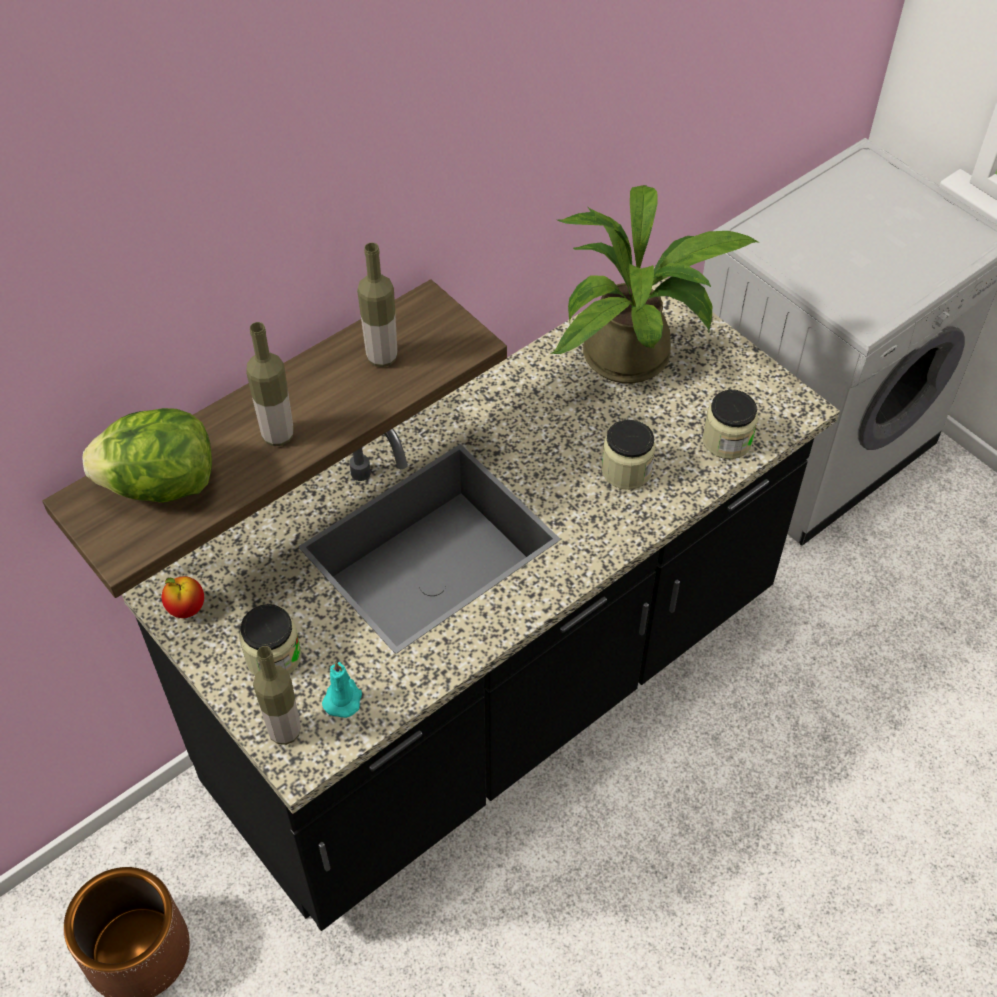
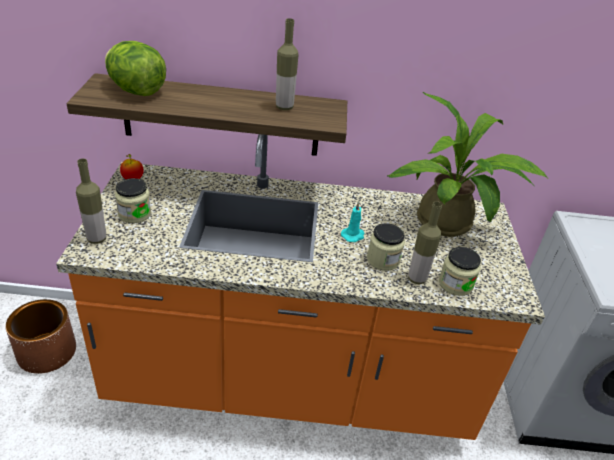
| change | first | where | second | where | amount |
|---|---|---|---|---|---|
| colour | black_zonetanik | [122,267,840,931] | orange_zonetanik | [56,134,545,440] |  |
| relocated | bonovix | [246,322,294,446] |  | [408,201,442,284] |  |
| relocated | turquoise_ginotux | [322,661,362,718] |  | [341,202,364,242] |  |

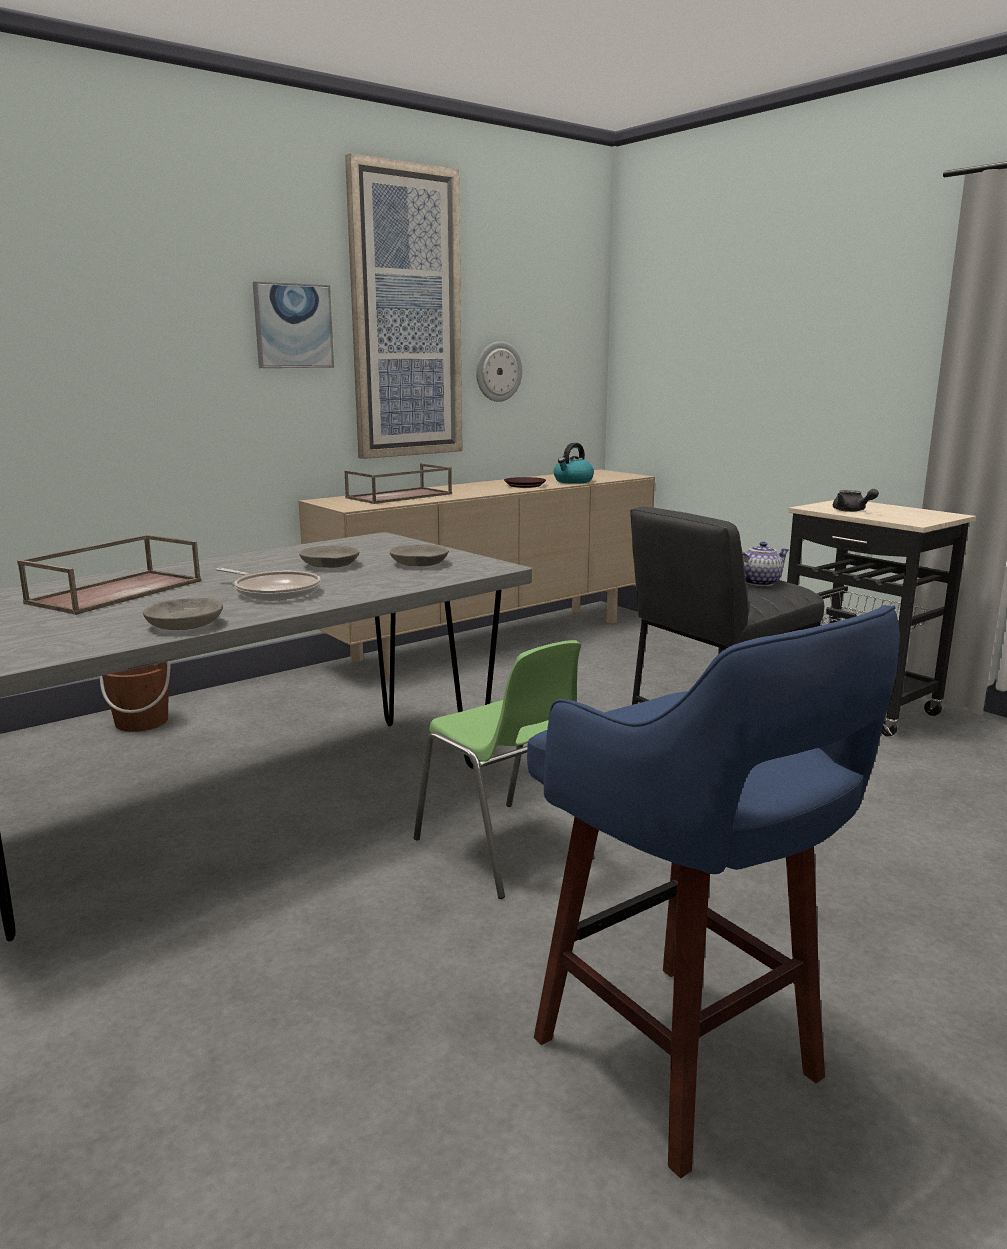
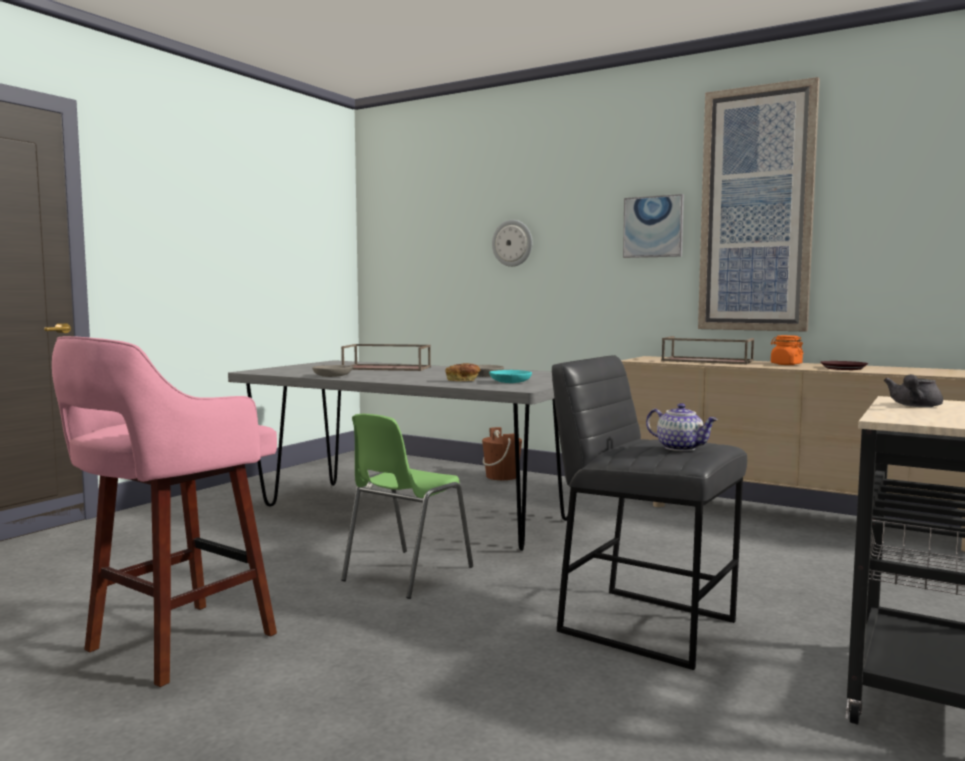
| change | first | where | second | where | amount |
|---|---|---|---|---|---|
| relocated | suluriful | [476,341,522,402] |  | [492,220,532,267] |  |
| missing | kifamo | [554,443,594,484] |  |  |  |
| colour | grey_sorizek | [390,544,449,566] | turquoise_sorizek | [489,370,532,383] |  |
| missing | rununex | [216,568,321,600] |  |  |  |
| colour | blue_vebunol | [527,605,900,1178] | pink_vebunol | [52,336,277,687] |  |
| appeared |  |  | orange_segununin | [771,335,803,365] |  |
| appeared |  |  | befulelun | [445,363,480,381] |  |

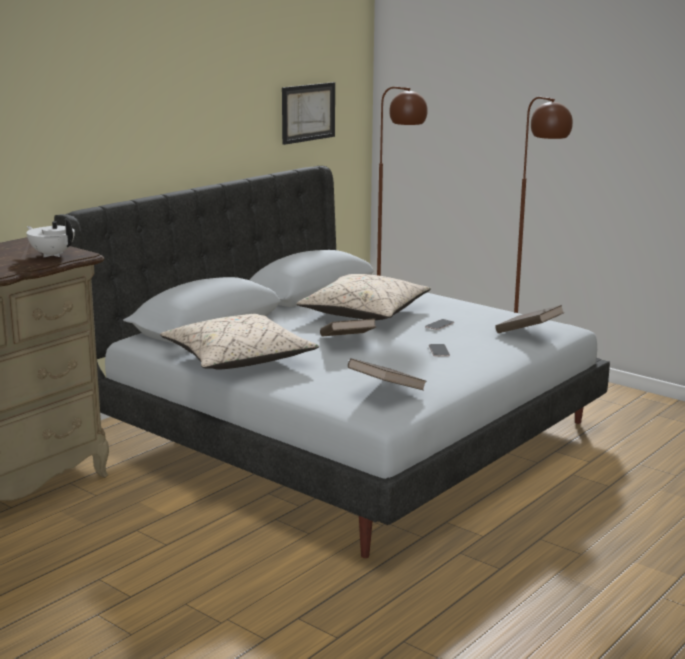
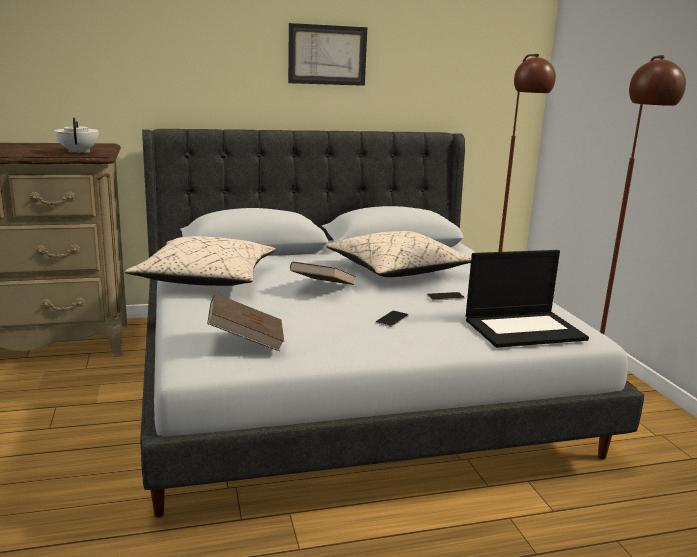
| change | first | where | second | where | amount |
|---|---|---|---|---|---|
| relocated | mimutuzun | [282,82,335,145] |  | [288,23,367,86] |  |
| exchanged | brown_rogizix | [496,305,563,333] | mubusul | [466,250,589,348] |  |

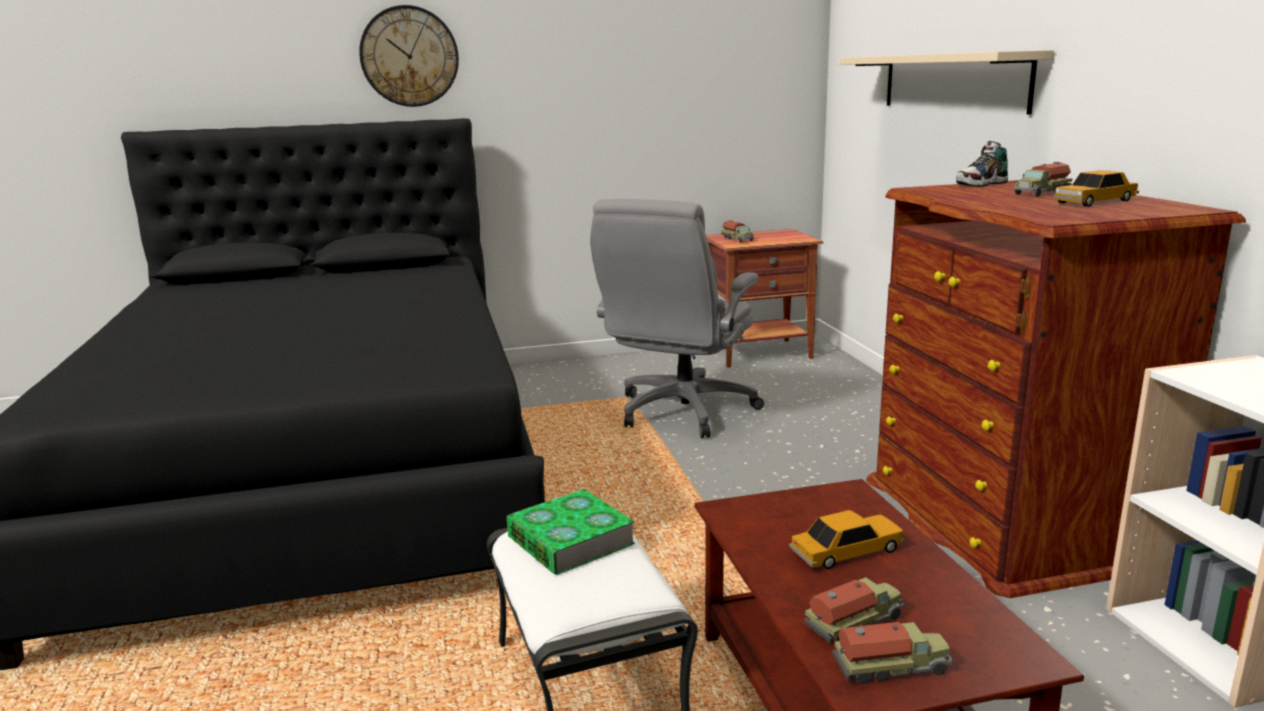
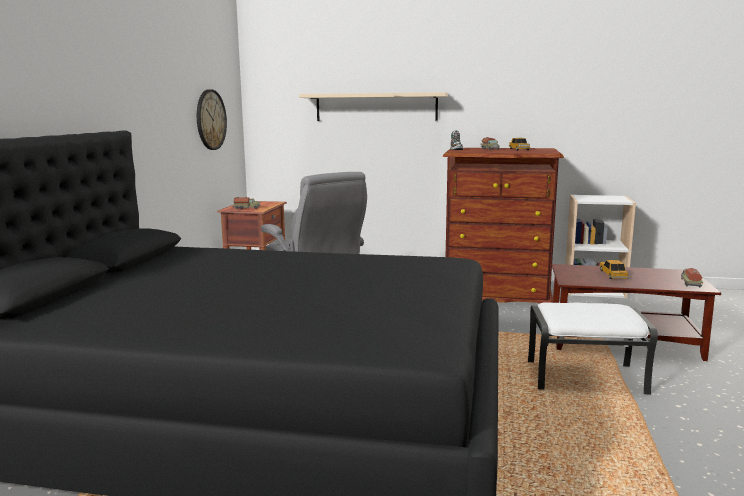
| change | first | where | second | where | amount |
|---|---|---|---|---|---|
| relocated | suluriful | [359,5,459,107] |  | [197,89,227,150] |  |
| missing | rogizix | [507,489,635,575] |  |  |  |
| missing | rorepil | [804,577,904,643] |  |  |  |

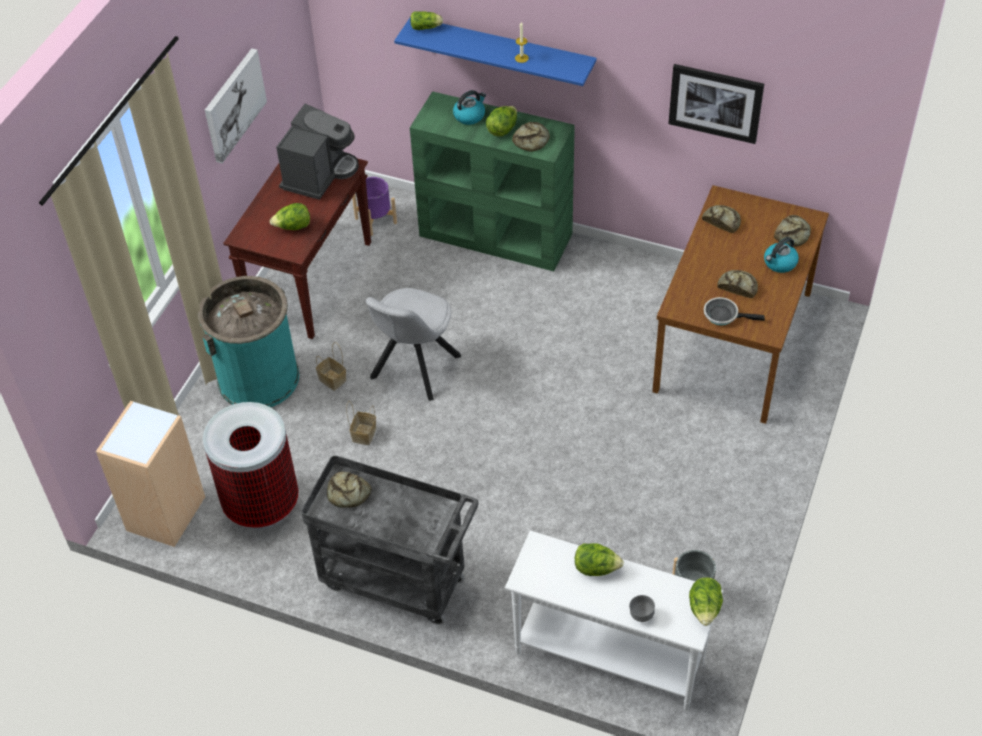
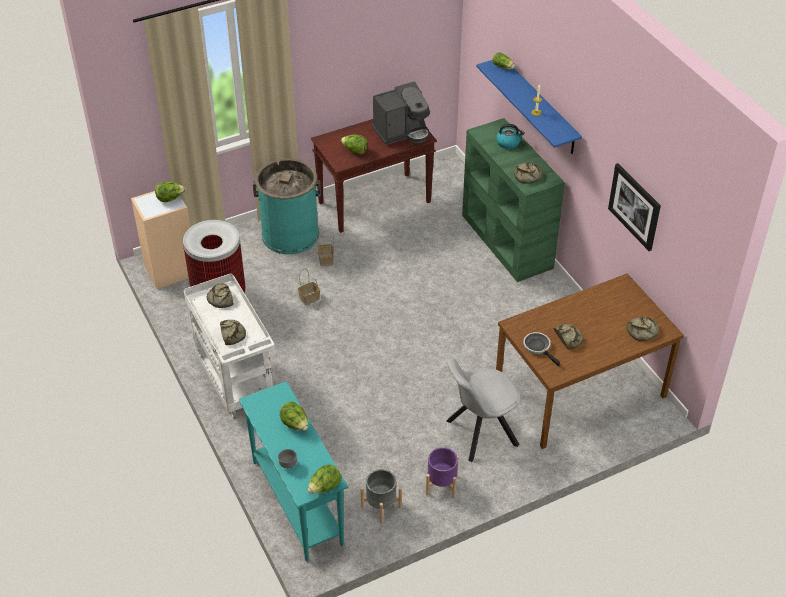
| change | first | where | second | where | amount |
|---|---|---|---|---|---|
| missing | mimutuzun | [205,48,267,163] |  |  |  |
| relocated | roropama | [486,106,517,137] |  | [155,181,186,202] |  |
| relocated | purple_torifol | [352,177,397,236] |  | [426,447,459,498] |  |
| relocated | befulelun | [702,205,741,233] |  | [220,320,246,345] |  |
| missing | kifamo | [764,237,799,273] |  |  |  |
| relocated | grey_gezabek | [366,288,461,401] |  | [447,358,520,462] |  |
| colour | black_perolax | [301,456,478,625] | white_perolax | [184,274,275,419] |  |
| colour | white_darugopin | [505,531,723,710] | turquoise_darugopin | [239,381,348,561] |  |

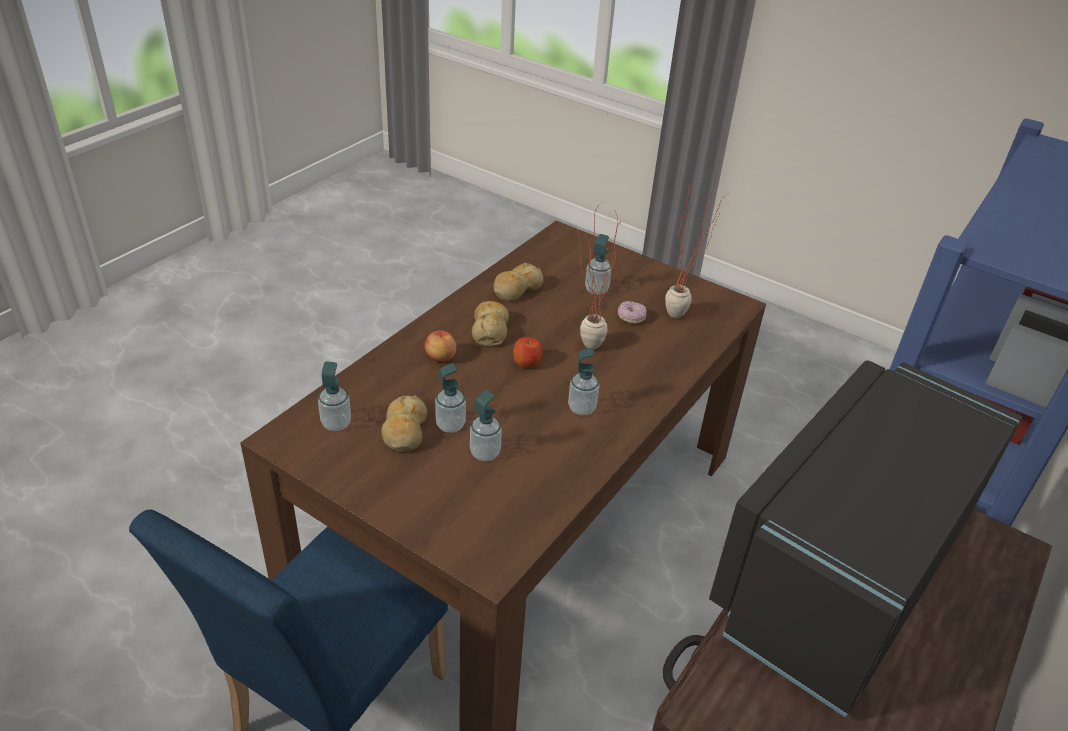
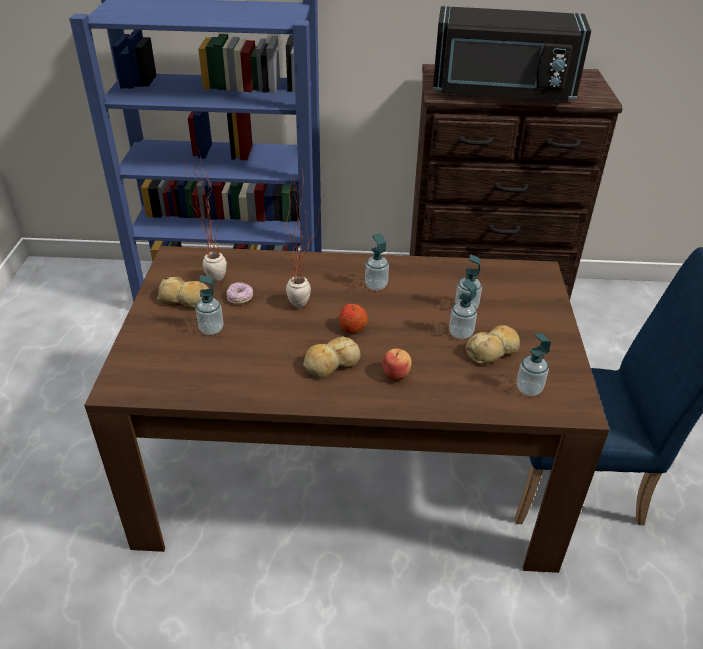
| change | first | where | second | where | amount |
|---|---|---|---|---|---|
| relocated | befulelun | [493,263,544,302] |  | [157,277,209,309] |  |

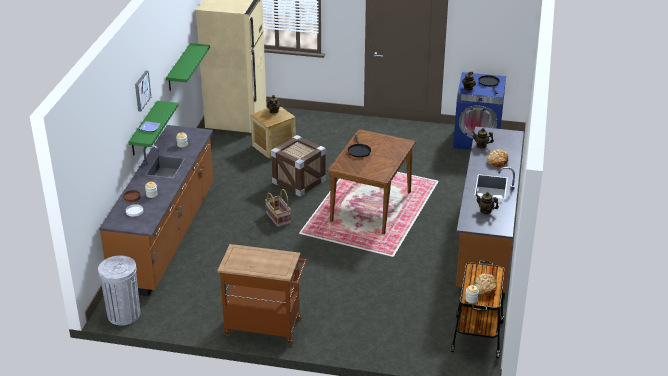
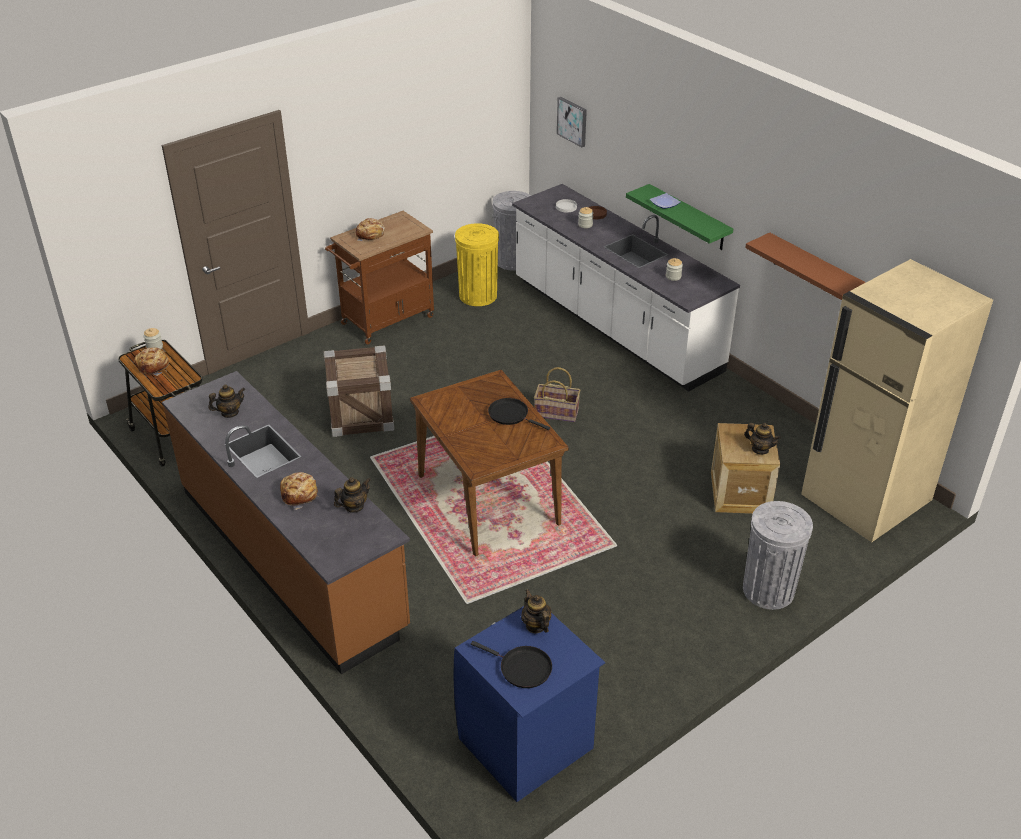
| change | first | where | second | where | amount |
|---|---|---|---|---|---|
| colour | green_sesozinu | [166,43,210,91] | brown_sesozinu | [745,232,866,300] |  |
| relocated | mimutuzun | [135,71,151,111] |  | [557,97,587,147] |  |
| colour | brown_zonetanik | [99,125,213,296] | white_zonetanik | [512,184,740,392] |  |
| relocated | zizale | [271,135,326,197] |  | [324,345,394,437] |  |
| appeared |  |  | befulelun | [356,218,385,241] |  |
| appeared |  |  | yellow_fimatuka | [455,223,499,306] |  |
| appeared |  |  | grey_fimatuka | [743,501,813,610] |  |

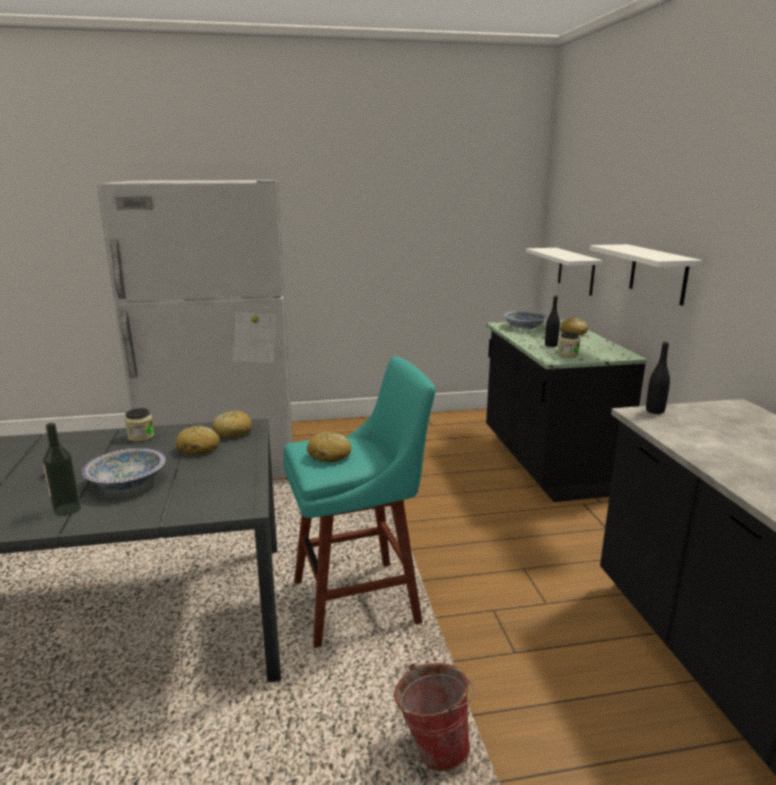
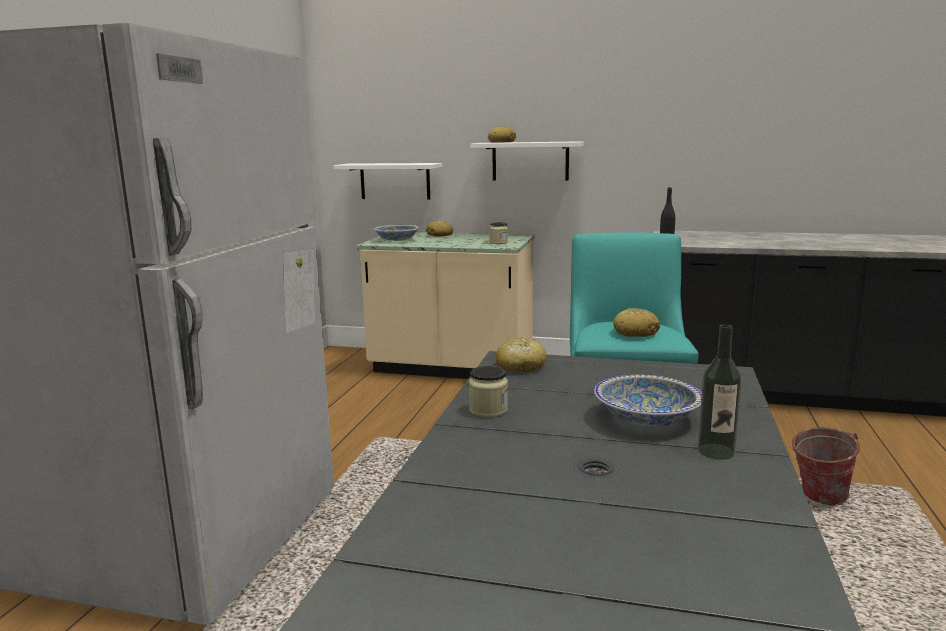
| change | first | where | second | where | amount |
|---|---|---|---|---|---|
| missing | black_bonovix | [545,295,560,347] |  |  |  |
| colour | black_zonetanik | [486,319,647,502] | beige_zonetanik | [356,232,535,379] |  |
| relocated | befulelun | [175,425,220,455] |  | [488,126,516,143] |  |

